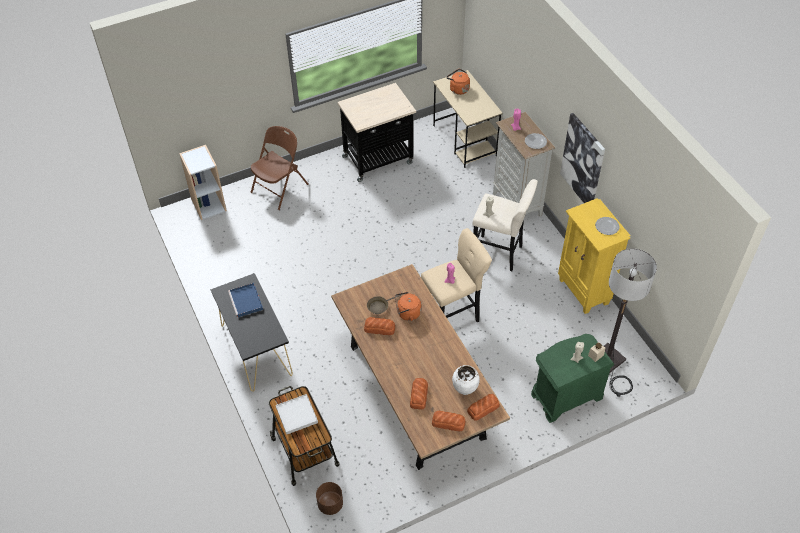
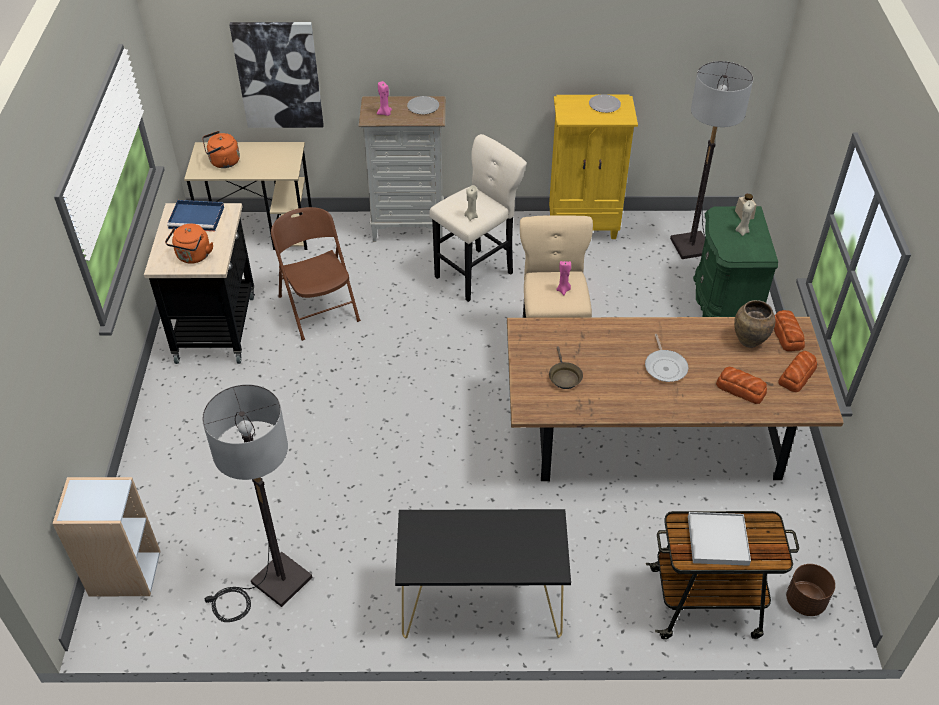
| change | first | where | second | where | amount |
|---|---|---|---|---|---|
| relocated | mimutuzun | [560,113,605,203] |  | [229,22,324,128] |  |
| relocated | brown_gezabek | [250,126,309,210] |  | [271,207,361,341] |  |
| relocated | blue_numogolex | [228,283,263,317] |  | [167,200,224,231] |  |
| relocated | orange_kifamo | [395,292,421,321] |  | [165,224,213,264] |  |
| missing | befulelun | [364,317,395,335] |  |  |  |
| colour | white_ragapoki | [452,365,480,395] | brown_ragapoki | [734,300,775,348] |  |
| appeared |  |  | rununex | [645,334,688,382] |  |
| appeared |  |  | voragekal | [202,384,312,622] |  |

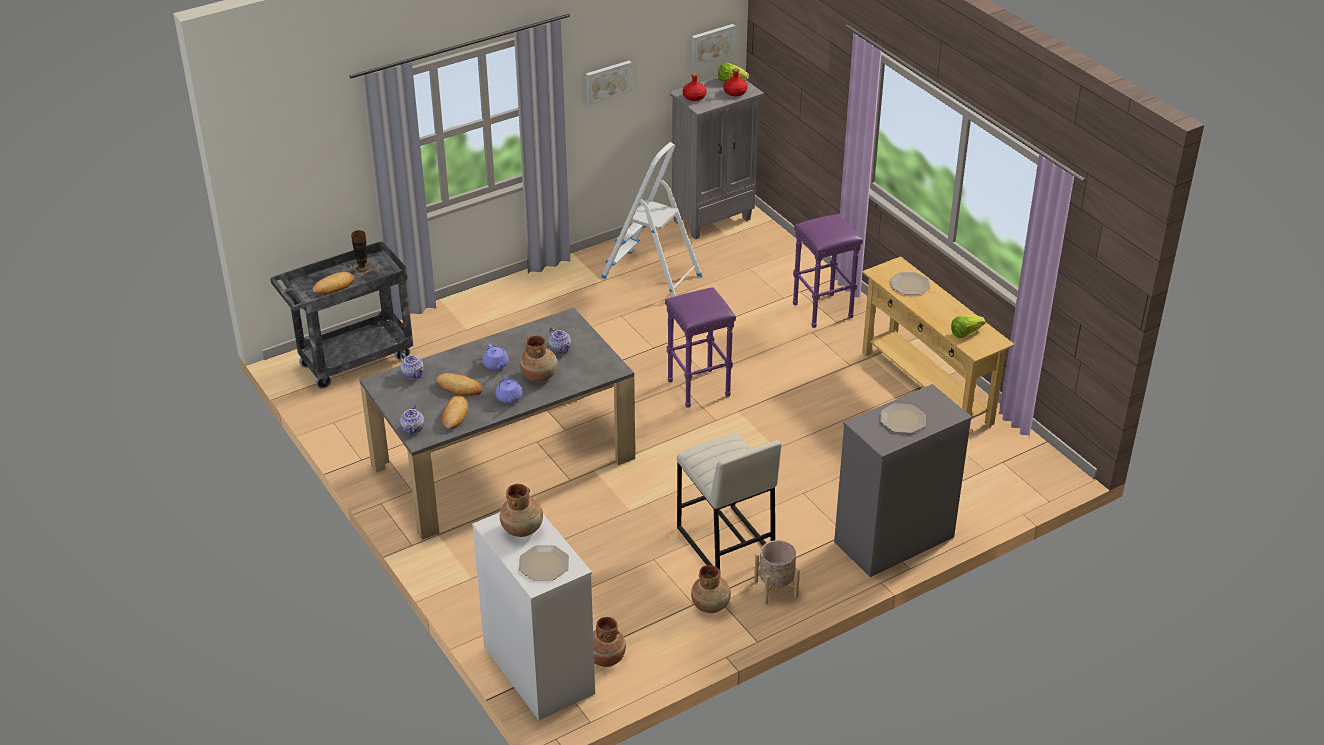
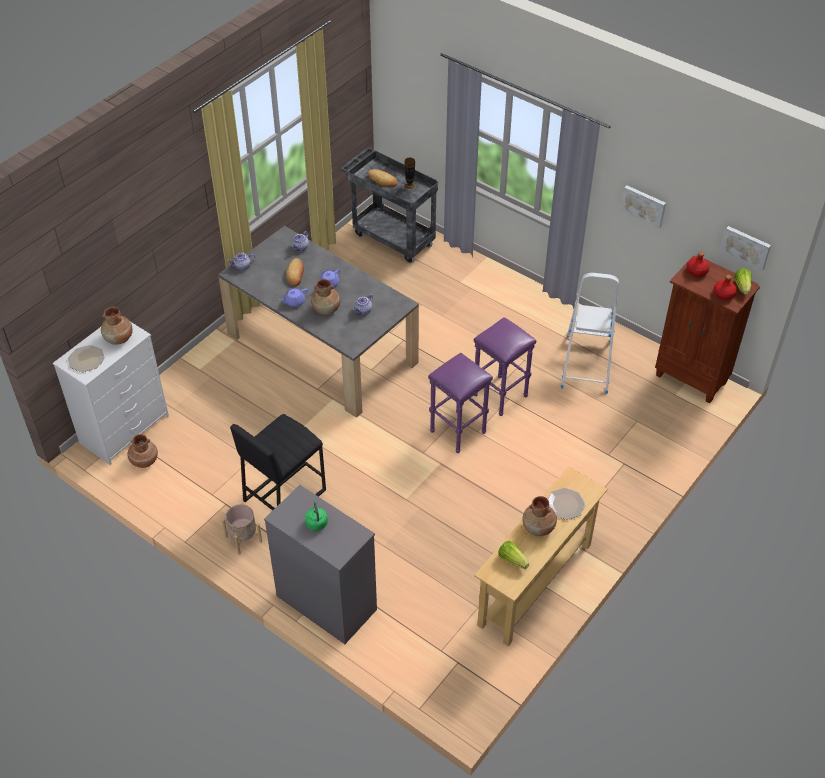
| change | first | where | second | where | amount |
|---|---|---|---|---|---|
| colour | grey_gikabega | [670,77,764,239] | brown_gikabega | [655,255,760,403] |  |
| relocated | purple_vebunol | [793,214,863,328] |  | [474,317,536,416] |  |
| missing | befulelun | [442,396,468,429] |  |  |  |
| exchanged | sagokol | [880,403,926,433] | green_kifamo | [305,500,328,531] |  |
| colour | beige_vebunol | [677,434,782,570] | black_vebunol | [230,414,326,511] |  |
| relocated | brown_ragapoki | [691,565,731,613] |  | [523,496,557,536] |  |

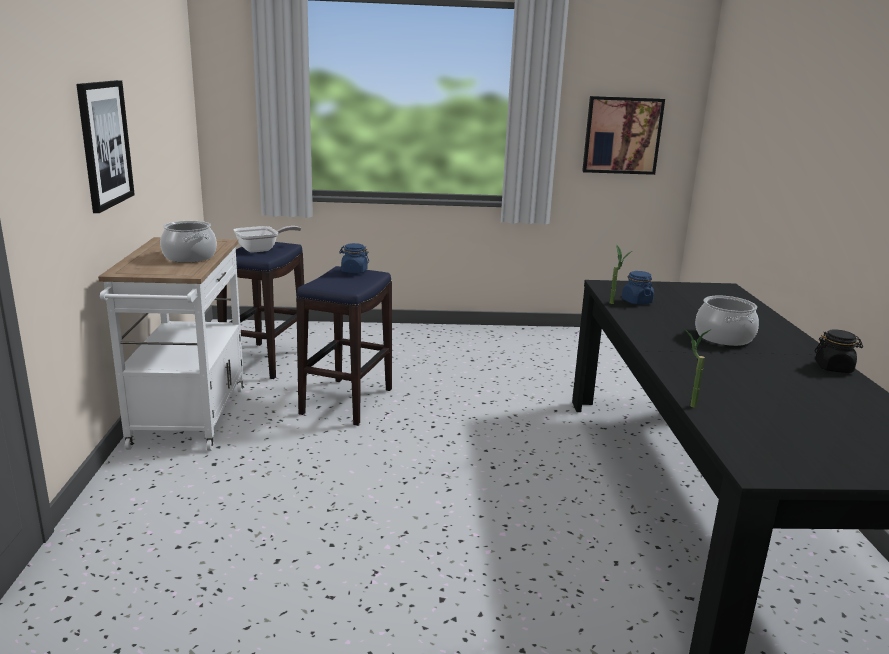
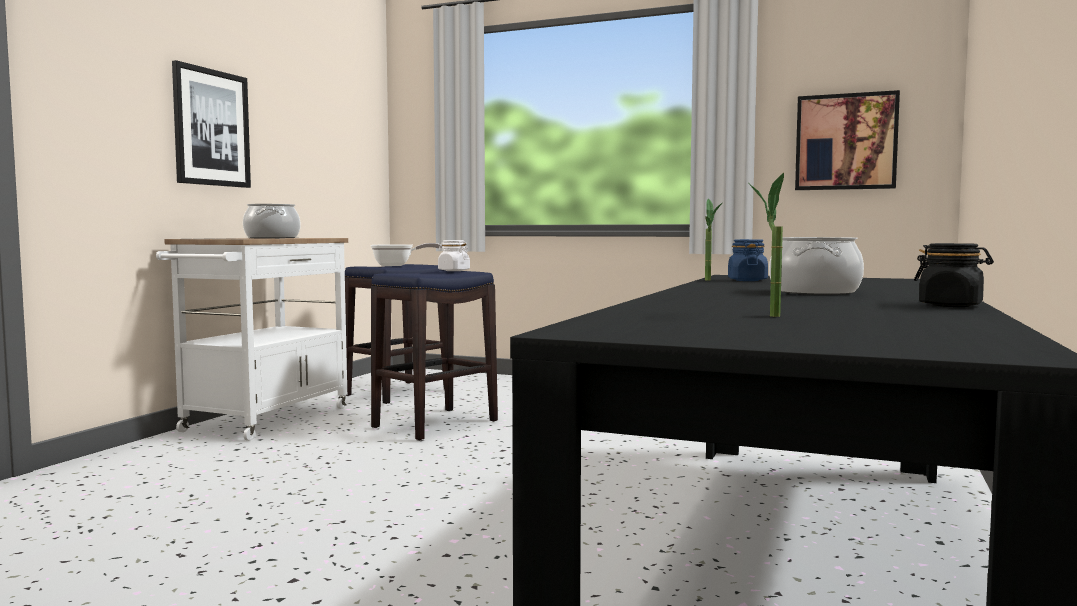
| change | first | where | second | where | amount |
|---|---|---|---|---|---|
| colour | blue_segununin | [339,243,369,274] | white_segununin | [438,240,470,271] |  |
| relocated | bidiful | [684,328,711,408] |  | [749,173,784,317] |  |

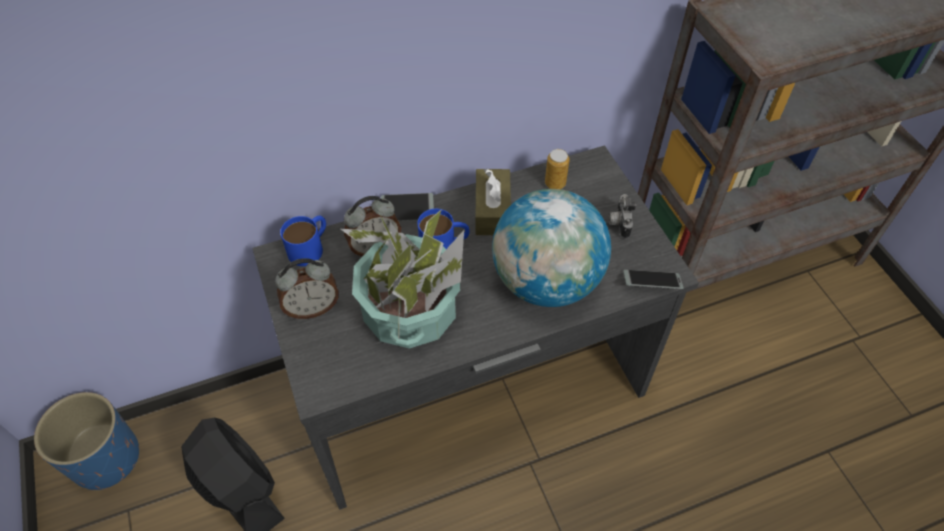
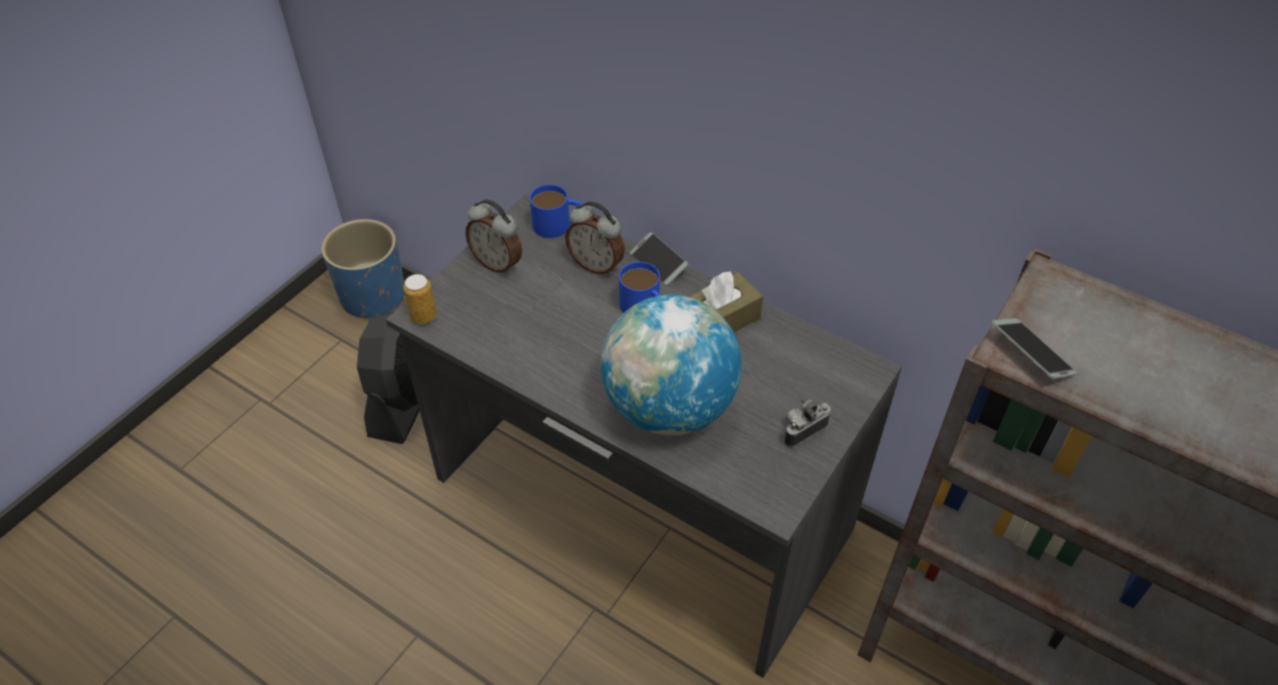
| change | first | where | second | where | amount |
|---|---|---|---|---|---|
| relocated | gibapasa | [545,149,570,189] |  | [403,274,437,324] |  |
| missing | bidiful | [339,209,464,349] |  |  |  |
| relocated | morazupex | [623,270,684,289] |  | [991,318,1077,379] |  |

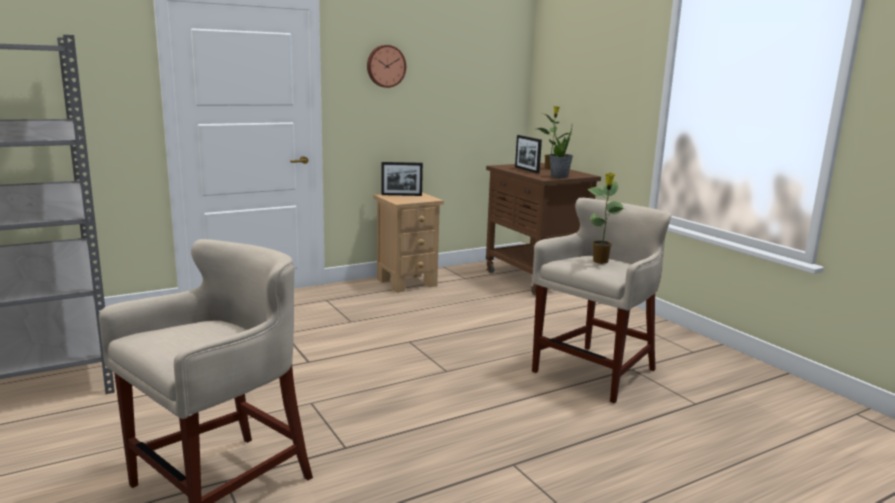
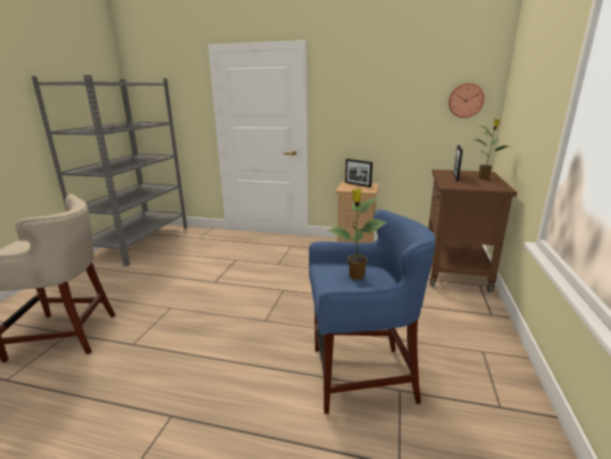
| change | first | where | second | where | amount |
|---|---|---|---|---|---|
| relocated | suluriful | [367,45,406,88] |  | [448,83,484,118] |  |
| missing | bidiful | [549,125,573,178] |  |  |  |
| colour | beige_vebunol | [532,198,672,404] | blue_vebunol | [309,209,436,414] |  |

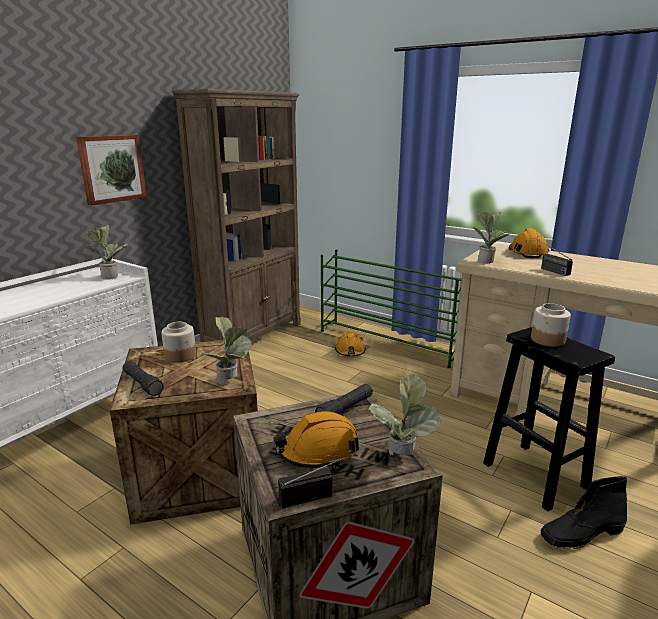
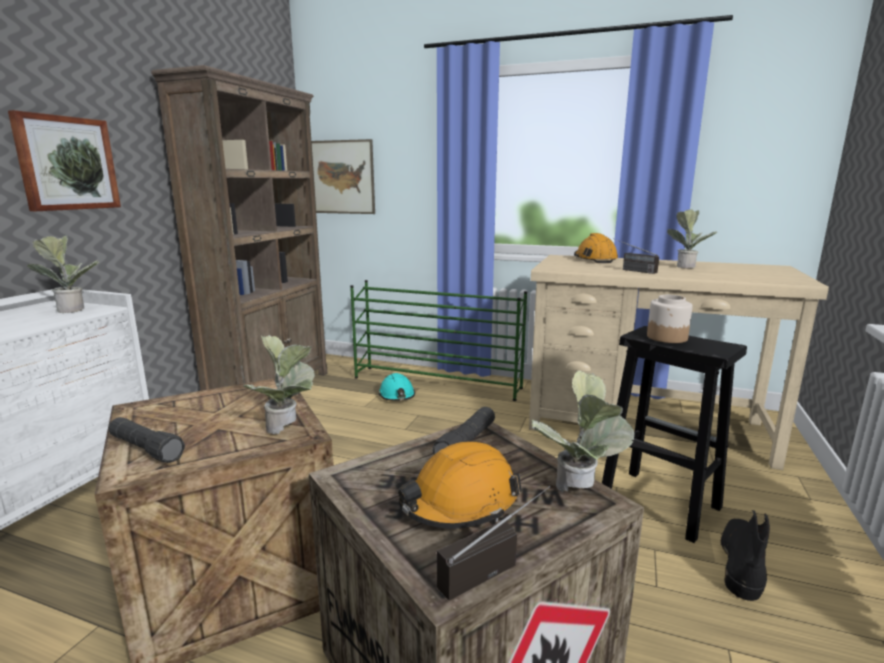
| change | first | where | second | where | amount |
|---|---|---|---|---|---|
| relocated | bidiful | [474,212,510,264] |  | [667,209,718,269] |  |
| missing | segununin | [161,322,196,363] |  |  |  |
| colour | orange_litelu | [335,332,366,356] | turquoise_litelu | [378,373,415,401] |  |
| spun | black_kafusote | [541,476,627,549] |  | [720,510,770,601] | 150 degrees clockwise |
| appeared |  |  | mimutuzun | [311,139,375,214] |  |

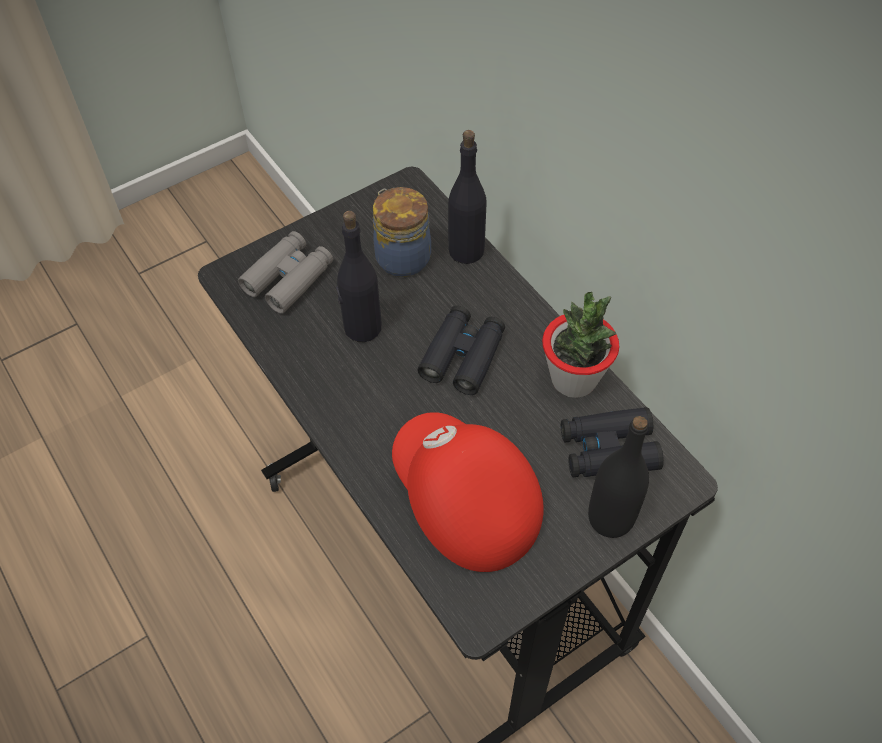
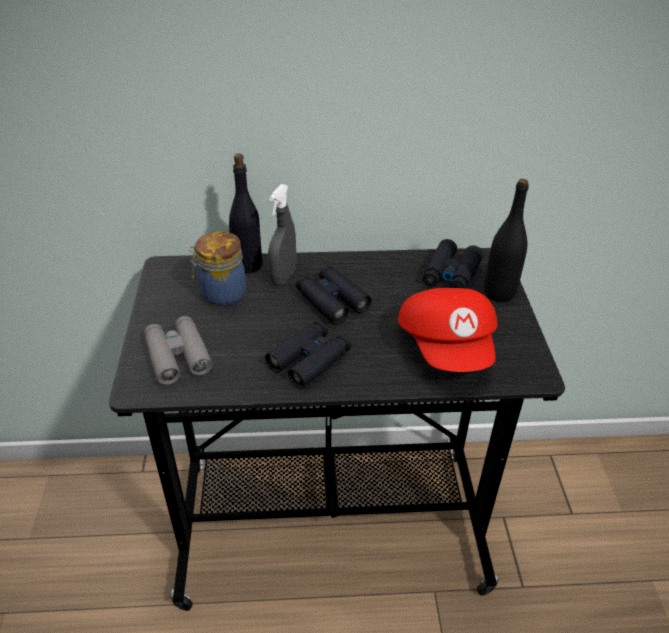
| change | first | where | second | where | amount |
|---|---|---|---|---|---|
| missing | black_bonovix | [336,211,382,342] |  |  |  |
| missing | bidiful | [542,292,619,398] |  |  |  |
| spun | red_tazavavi | [392,412,544,572] |  | [398,288,498,372] | 90 degrees counterclockwise |
| appeared |  |  | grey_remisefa | [268,184,296,286] |  |
| appeared |  |  | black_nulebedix | [265,320,351,389] |  |

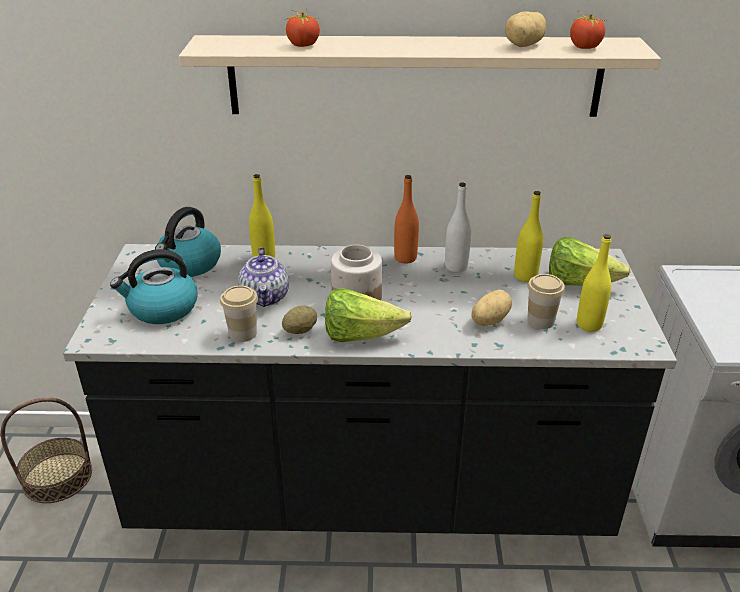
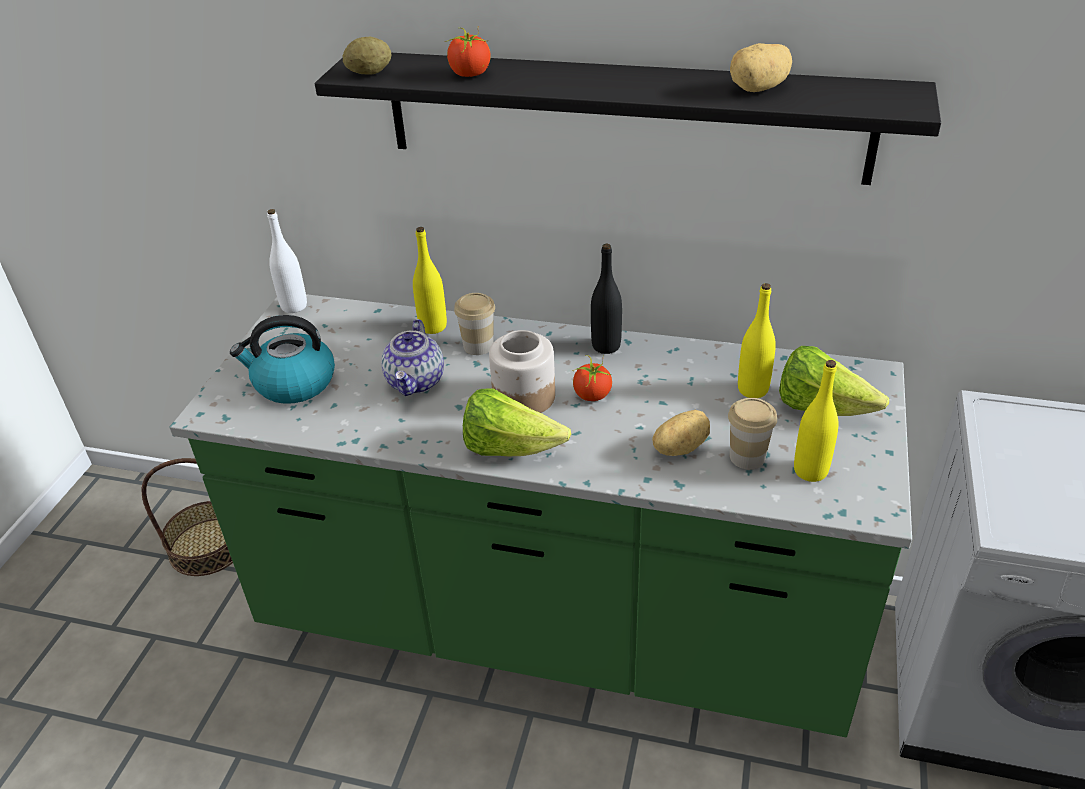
| change | first | where | second | where | amount |
|---|---|---|---|---|---|
| relocated | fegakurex | [570,11,607,49] |  | [573,355,612,401] |  |
| colour | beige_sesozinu | [179,35,661,117] | black_sesozinu | [315,53,941,185] |  |
| colour | orange_bonovix | [394,175,419,263] | black_bonovix | [591,243,622,354] |  |
| relocated | white_bonovix | [445,183,471,272] |  | [267,209,307,313] |  |
| missing | kifamo | [155,207,221,277] |  |  |  |
| colour | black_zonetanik | [63,244,677,536] | green_zonetanik | [169,294,912,737] |  |
| relocated | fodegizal | [220,286,258,342] |  | [454,293,495,355] |  |
| relocated | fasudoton | [282,305,317,334] |  | [343,37,391,75] |  |

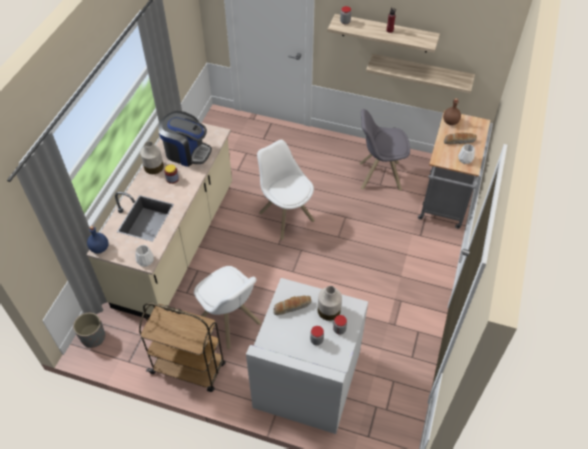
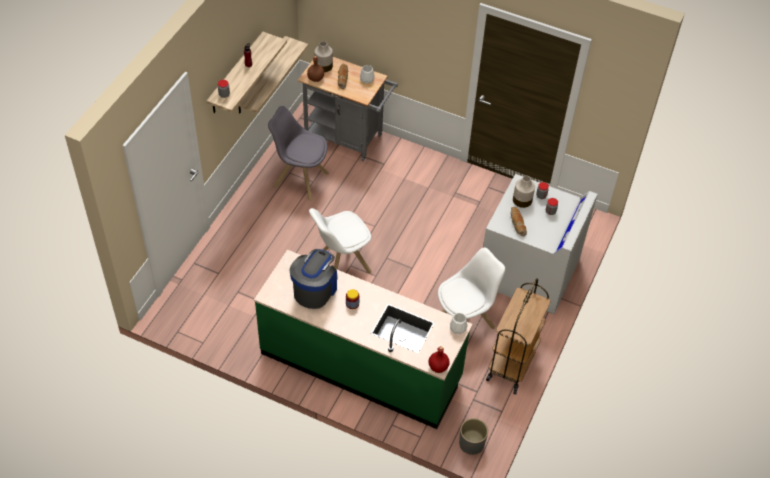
| change | first | where | second | where | amount |
|---|---|---|---|---|---|
| spun | grey_gezabek | [359,109,410,191] |  | [268,106,329,201] | 105 degrees clockwise |
| colour | beige_zonetanik | [87,123,232,319] | green_zonetanik | [254,250,473,429] |  |
| relocated | beige_ragapoki | [140,141,164,174] |  | [314,41,333,72] |  |
| colour | blue_bonovix | [87,226,109,253] | red_bonovix | [428,346,450,373] |  |

